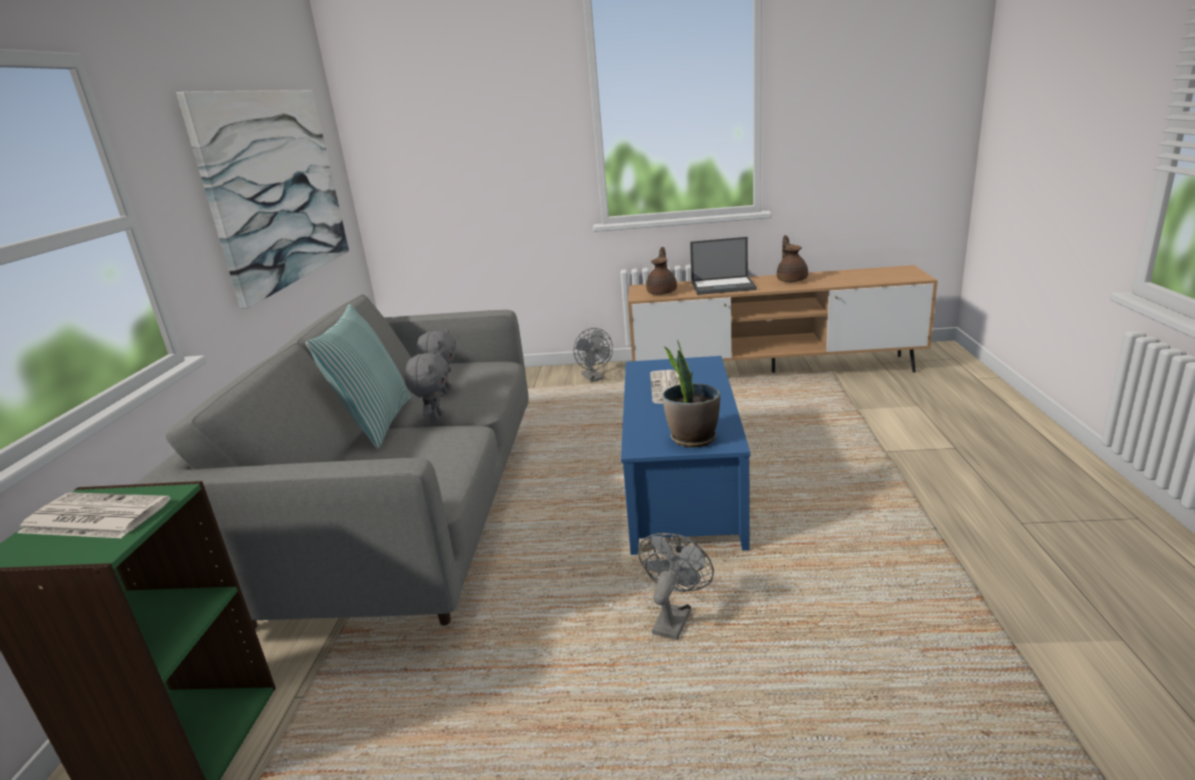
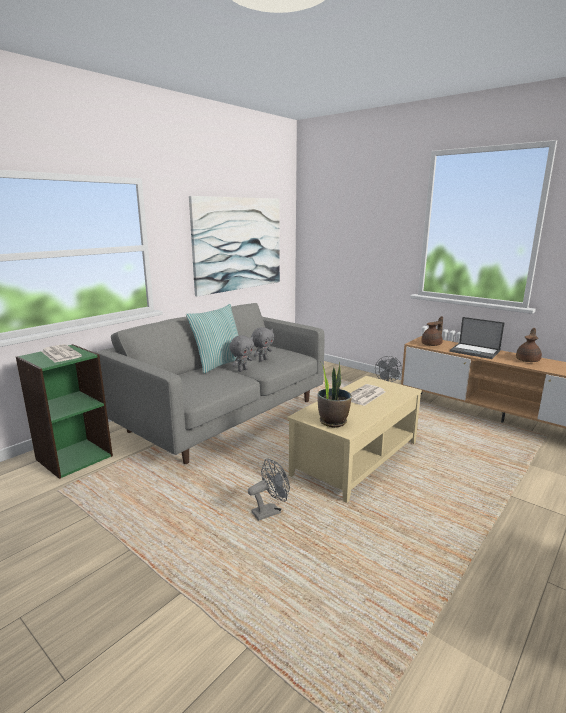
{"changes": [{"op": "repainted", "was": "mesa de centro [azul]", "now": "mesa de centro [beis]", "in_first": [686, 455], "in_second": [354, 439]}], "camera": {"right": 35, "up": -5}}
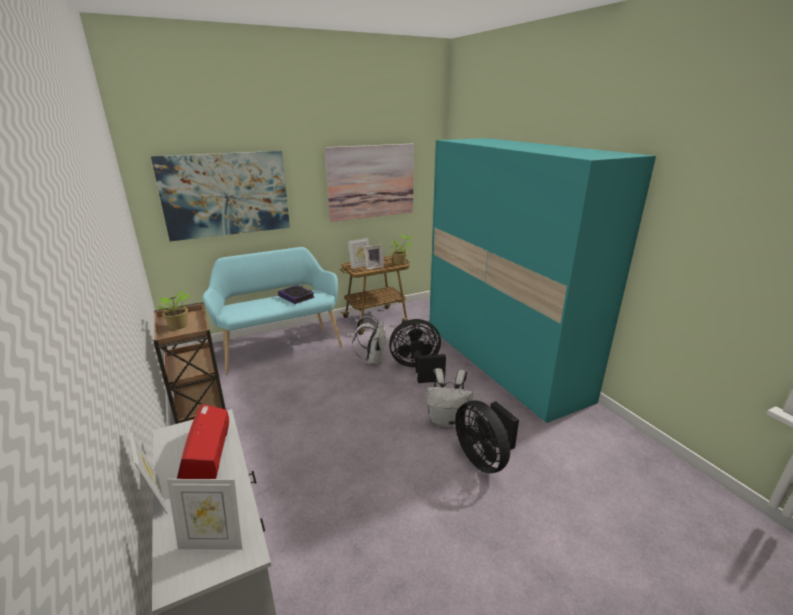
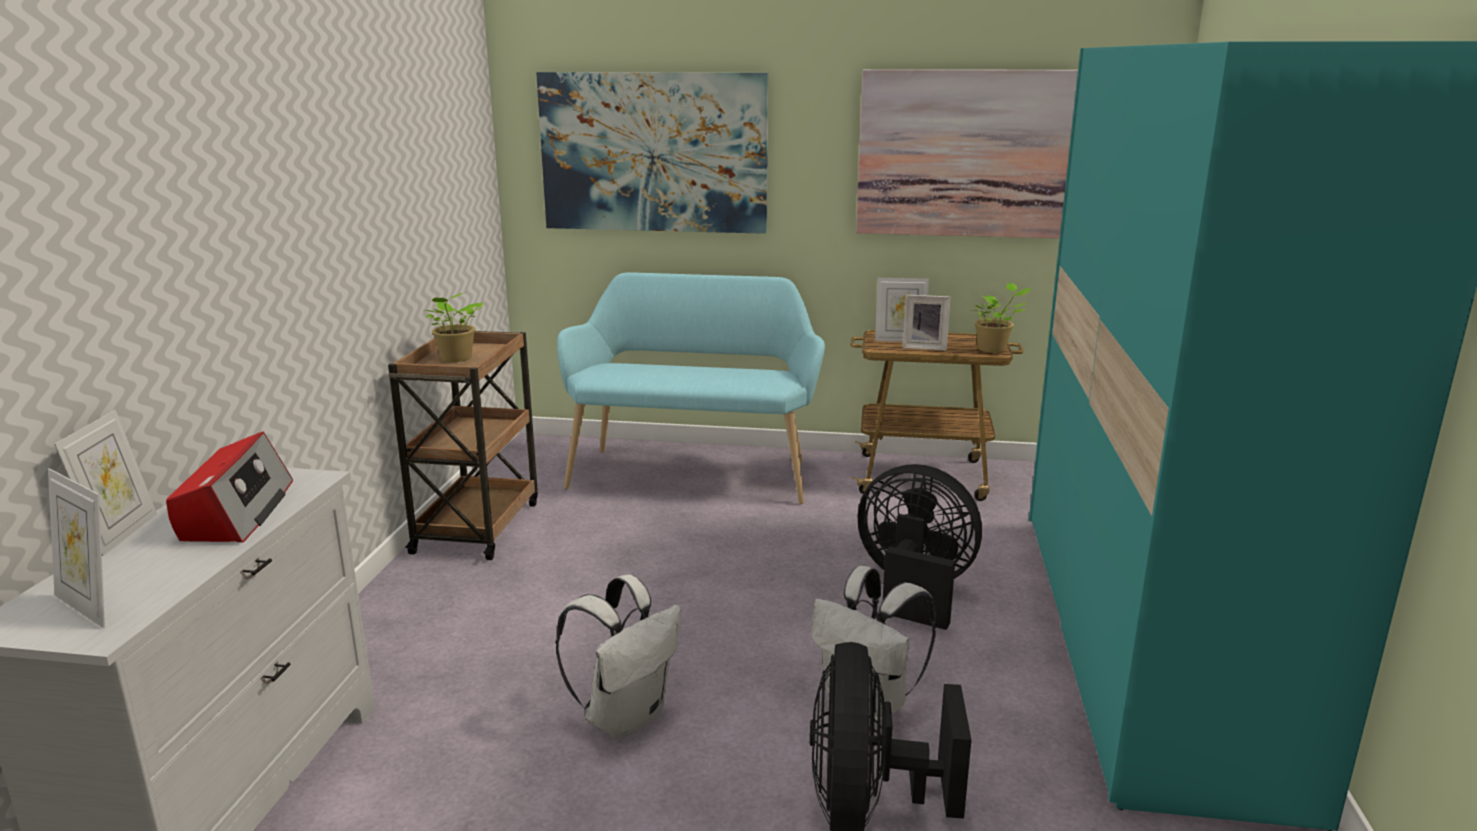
{"changes": [{"op": "rotated", "was": "radio", "in_first": [203, 441], "in_second": [229, 487], "clockwise": 150}, {"op": "shifted", "was": "mochila [blanco]", "in_first": [369, 340], "in_second": [618, 656]}, {"op": "gone", "was": "libro", "in_first": [296, 294]}], "camera": {"right": 35, "up": -5}}
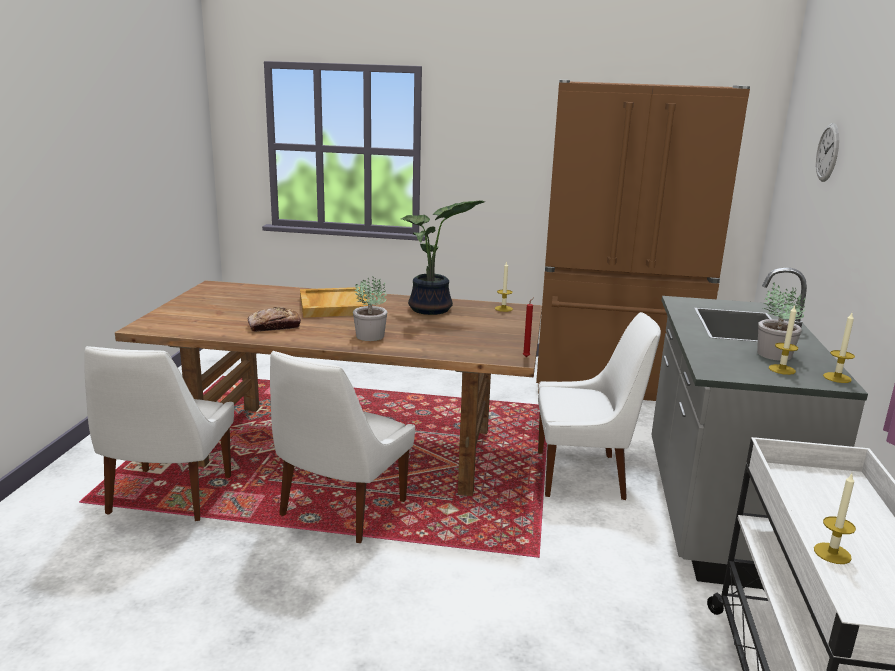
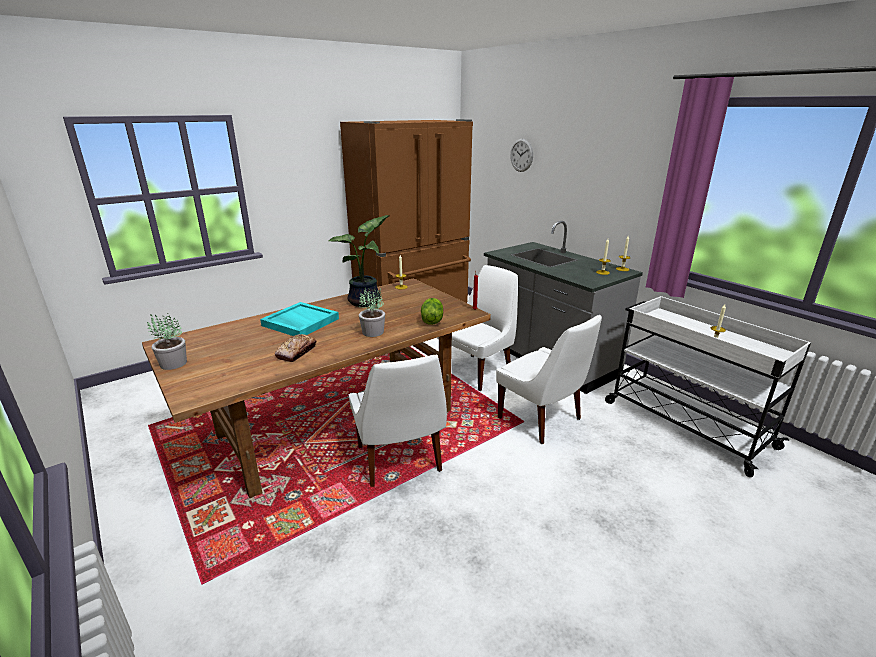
{"changes": [{"op": "shifted", "was": "planta en maceta", "in_first": [781, 322], "in_second": [167, 341]}, {"op": "repainted", "was": "bandeja [beis]", "now": "bandeja [turquesa]", "in_first": [334, 302], "in_second": [299, 319]}, {"op": "new", "now": "lechuga", "in_second": [432, 311]}, {"op": "shifted", "was": "silla [blanco]", "in_first": [159, 433], "in_second": [549, 379]}], "camera": {"right": -45, "up": 5}}
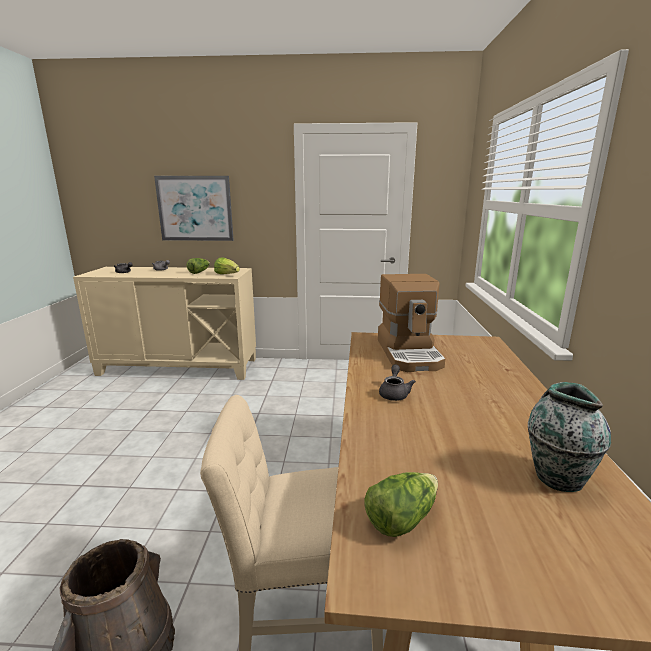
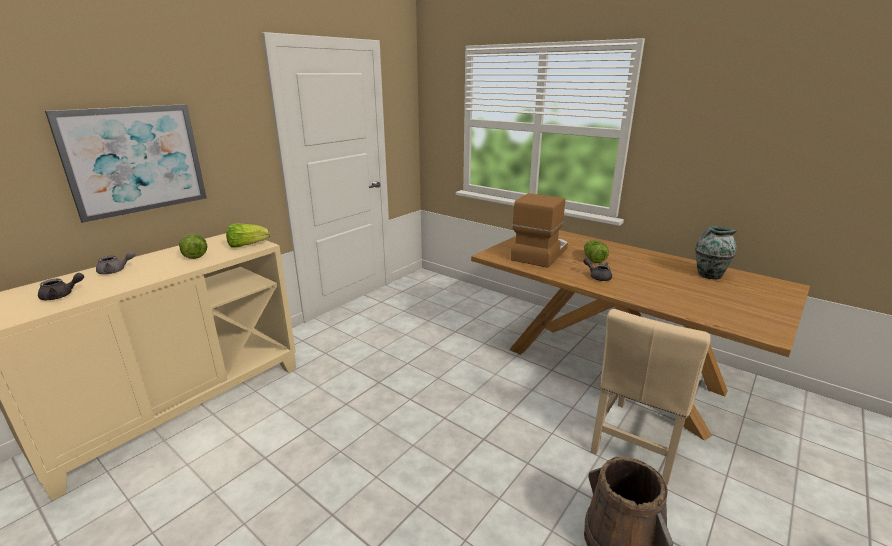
{"changes": [{"op": "rotated", "was": "cafetera", "in_first": [411, 323], "in_second": [539, 230], "clockwise": -90}, {"op": "shifted", "was": "lechuga", "in_first": [401, 504], "in_second": [596, 251]}], "camera": {"right": -55, "up": 5}}
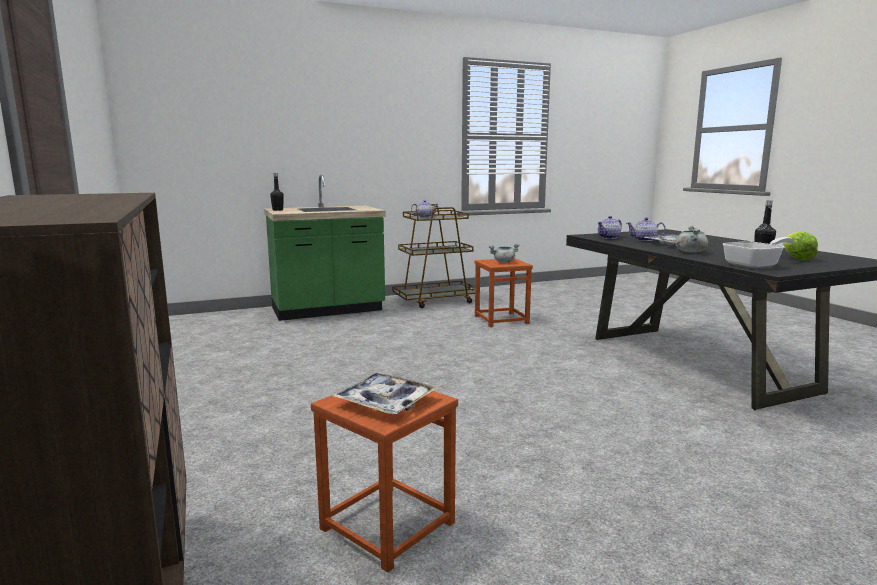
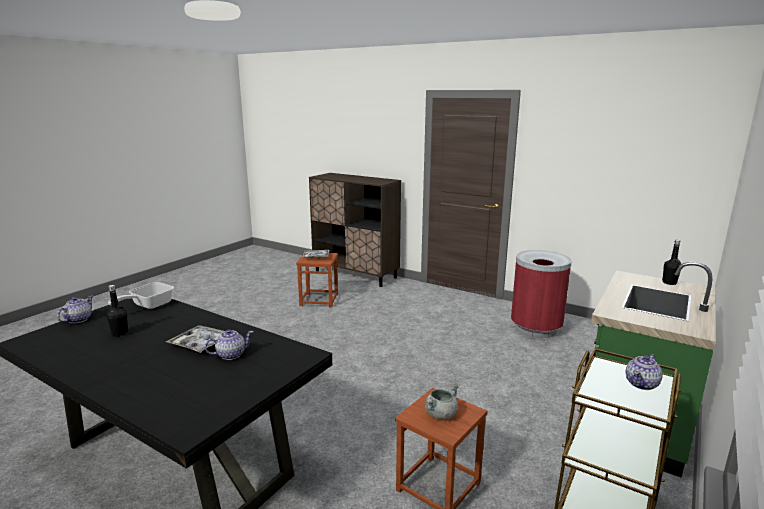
{"changes": [{"op": "shifted", "was": "tetera", "in_first": [609, 227], "in_second": [75, 309]}, {"op": "new", "now": "papelera [rojo]", "in_second": [541, 294]}, {"op": "gone", "was": "olla [gris]", "in_first": [691, 239]}, {"op": "gone", "was": "lechuga", "in_first": [800, 245]}], "camera": {"right": 145, "up": 5}}
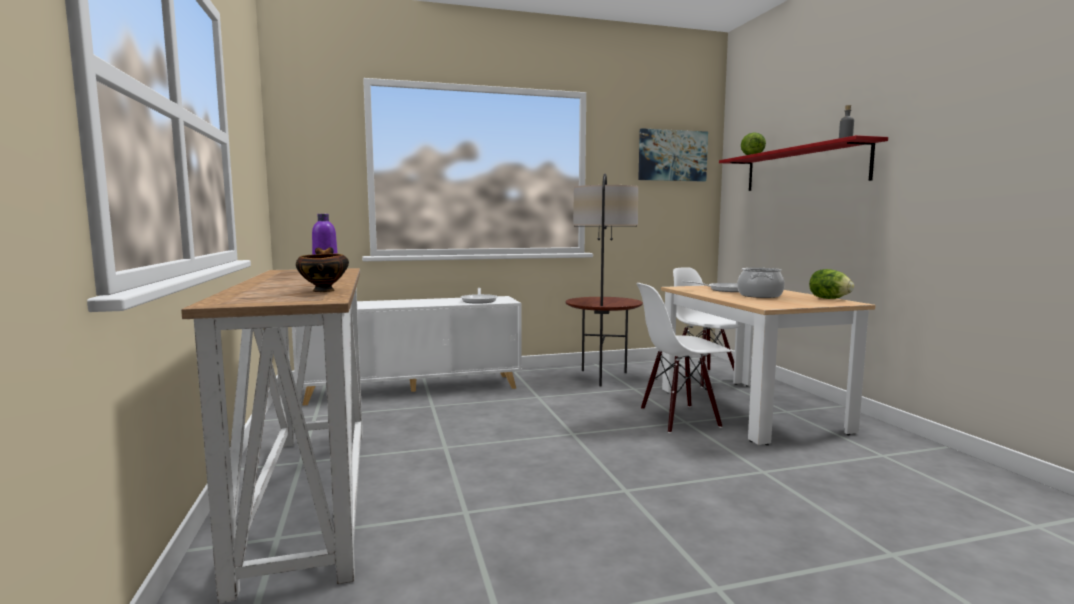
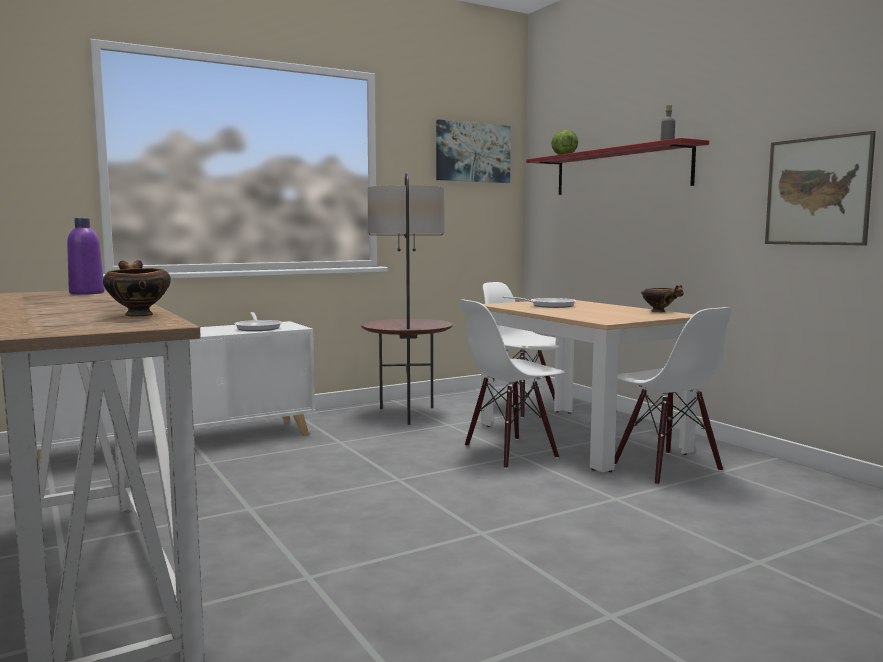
{"changes": [{"op": "new", "now": "silla [blanco]", "in_second": [673, 396]}, {"op": "swapped", "was": "lechuga", "now": "cuenco", "in_first": [831, 284], "in_second": [662, 298]}, {"op": "new", "now": "cuadro", "in_second": [820, 188]}, {"op": "gone", "was": "olla", "in_first": [761, 283]}], "camera": {"right": -15, "up": 0}}
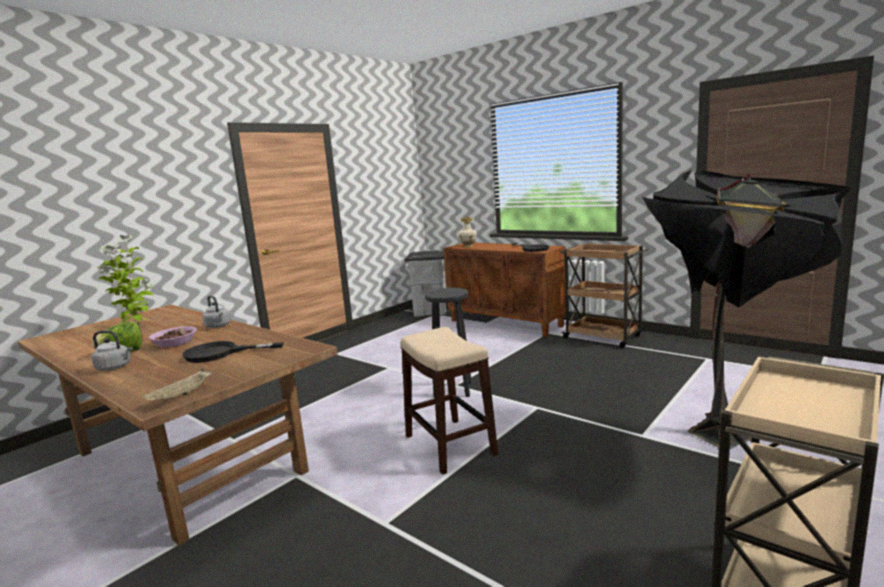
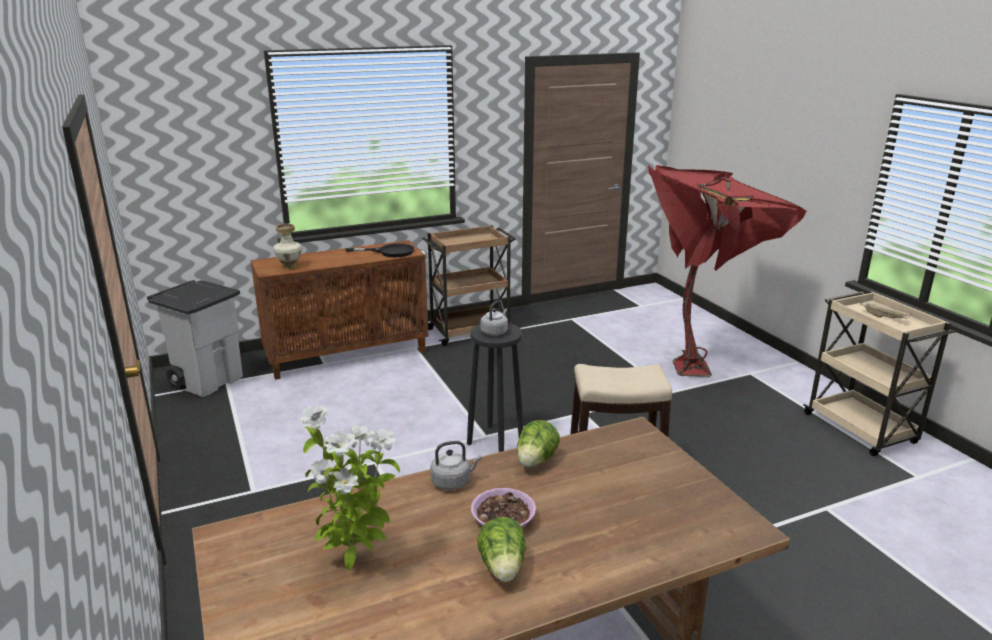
{"changes": [{"op": "shifted", "was": "hervidor [gris]", "in_first": [112, 351], "in_second": [494, 318]}, {"op": "new", "now": "lechuga", "in_second": [538, 443]}, {"op": "repainted", "was": "lámpara de pie [negro]", "now": "lámpara de pie [rojo]", "in_first": [747, 309], "in_second": [727, 270]}, {"op": "shifted", "was": "bandeja [beis]", "in_first": [177, 384], "in_second": [885, 309]}, {"op": "gone", "was": "sartén [negro]", "in_first": [233, 352]}], "camera": {"right": -65, "up": 10}}
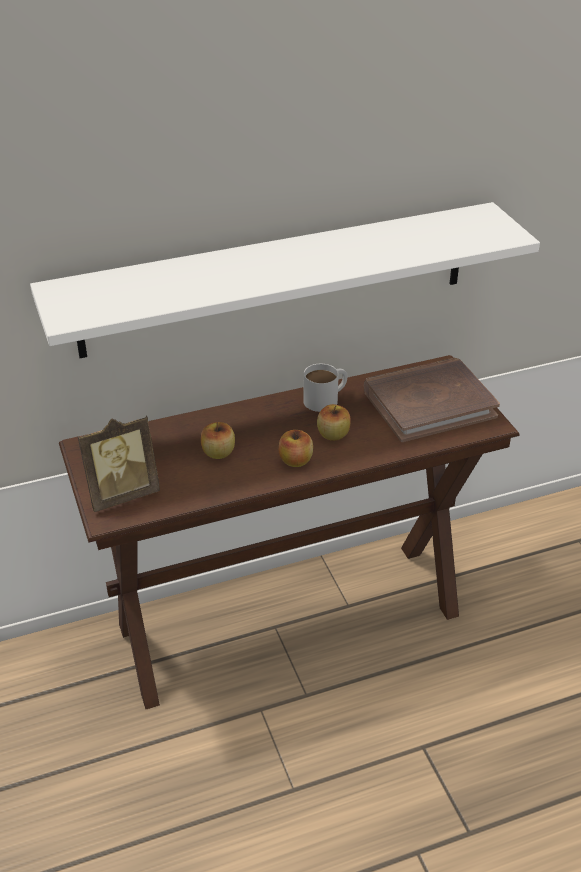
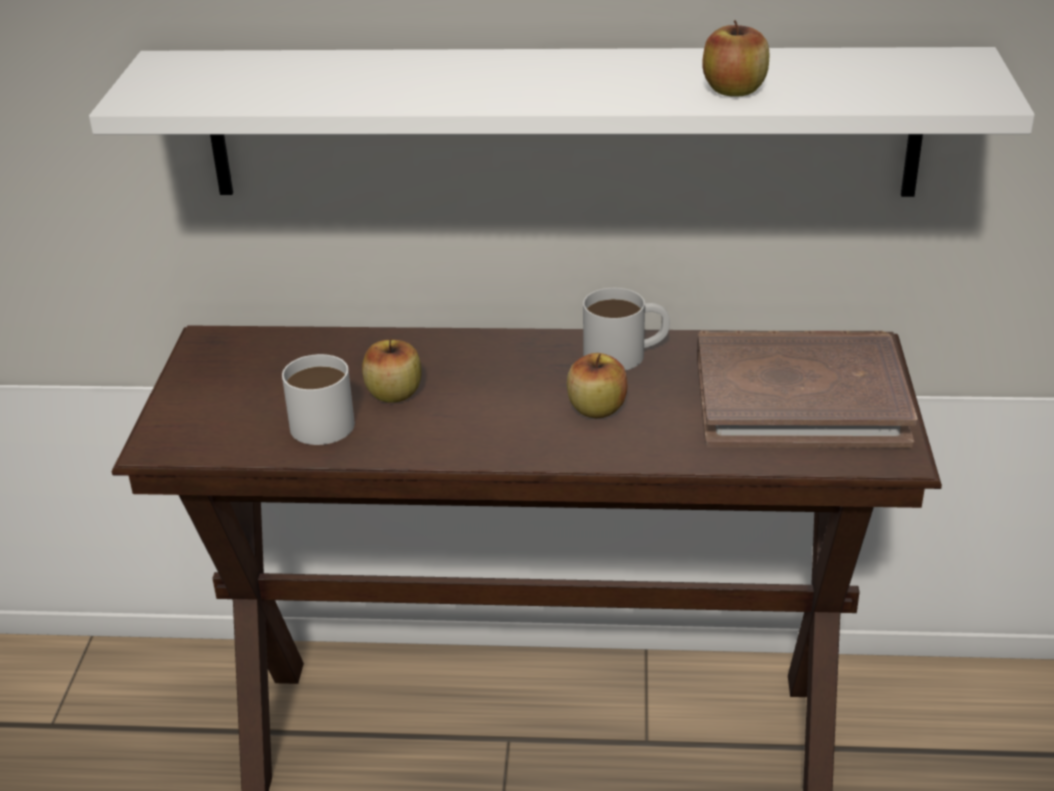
{"changes": [{"op": "new", "now": "taza grande [blanco]", "in_second": [318, 399]}, {"op": "shifted", "was": "manzana", "in_first": [296, 448], "in_second": [735, 58]}, {"op": "gone", "was": "portarretratos", "in_first": [119, 464]}], "camera": {"right": 25, "up": -5}}
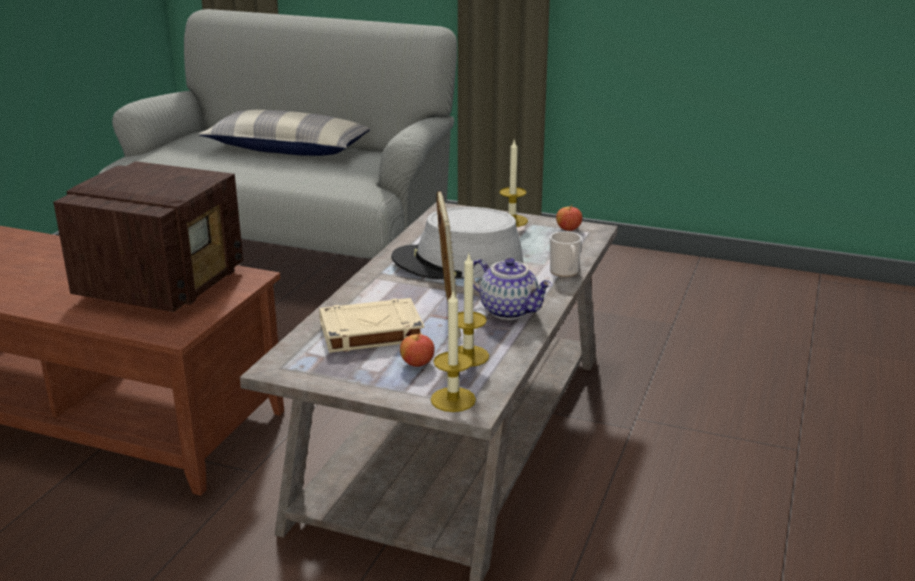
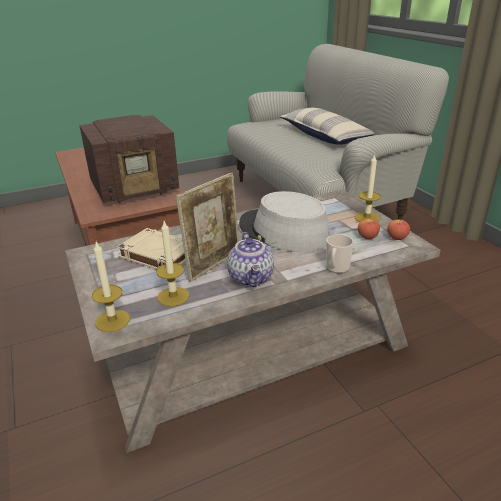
{"changes": [{"op": "shifted", "was": "manzana", "in_first": [417, 350], "in_second": [369, 229]}], "camera": {"right": 45, "up": 5}}
